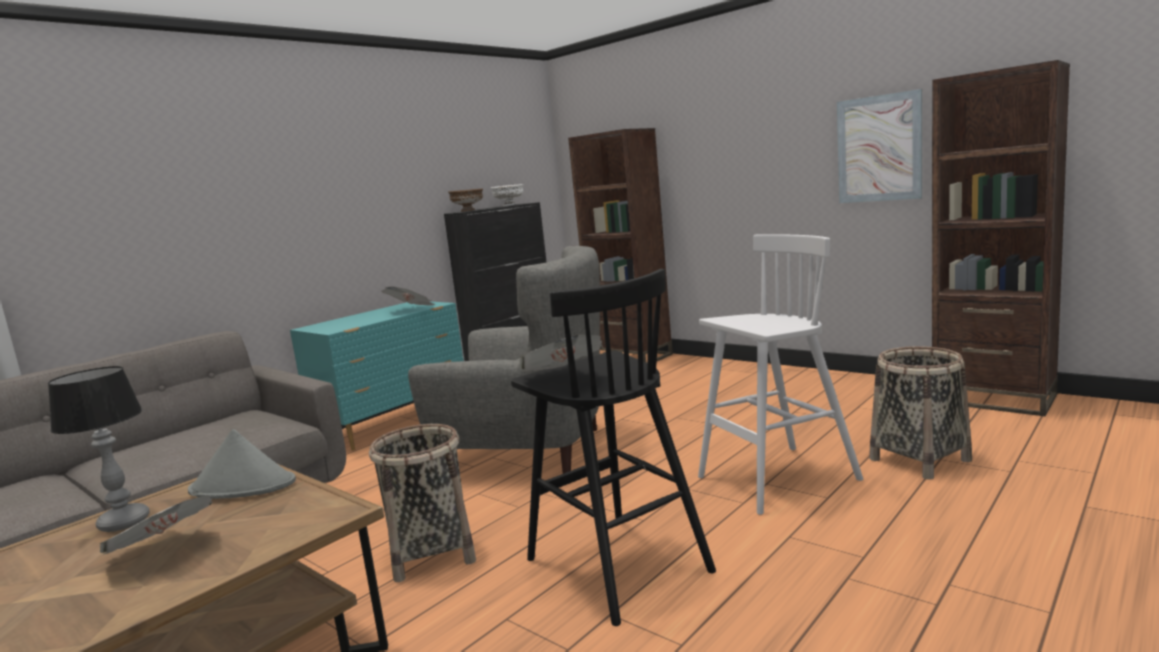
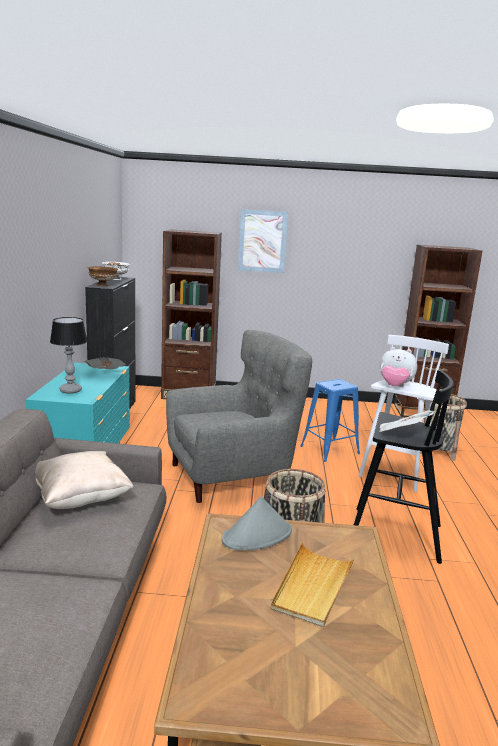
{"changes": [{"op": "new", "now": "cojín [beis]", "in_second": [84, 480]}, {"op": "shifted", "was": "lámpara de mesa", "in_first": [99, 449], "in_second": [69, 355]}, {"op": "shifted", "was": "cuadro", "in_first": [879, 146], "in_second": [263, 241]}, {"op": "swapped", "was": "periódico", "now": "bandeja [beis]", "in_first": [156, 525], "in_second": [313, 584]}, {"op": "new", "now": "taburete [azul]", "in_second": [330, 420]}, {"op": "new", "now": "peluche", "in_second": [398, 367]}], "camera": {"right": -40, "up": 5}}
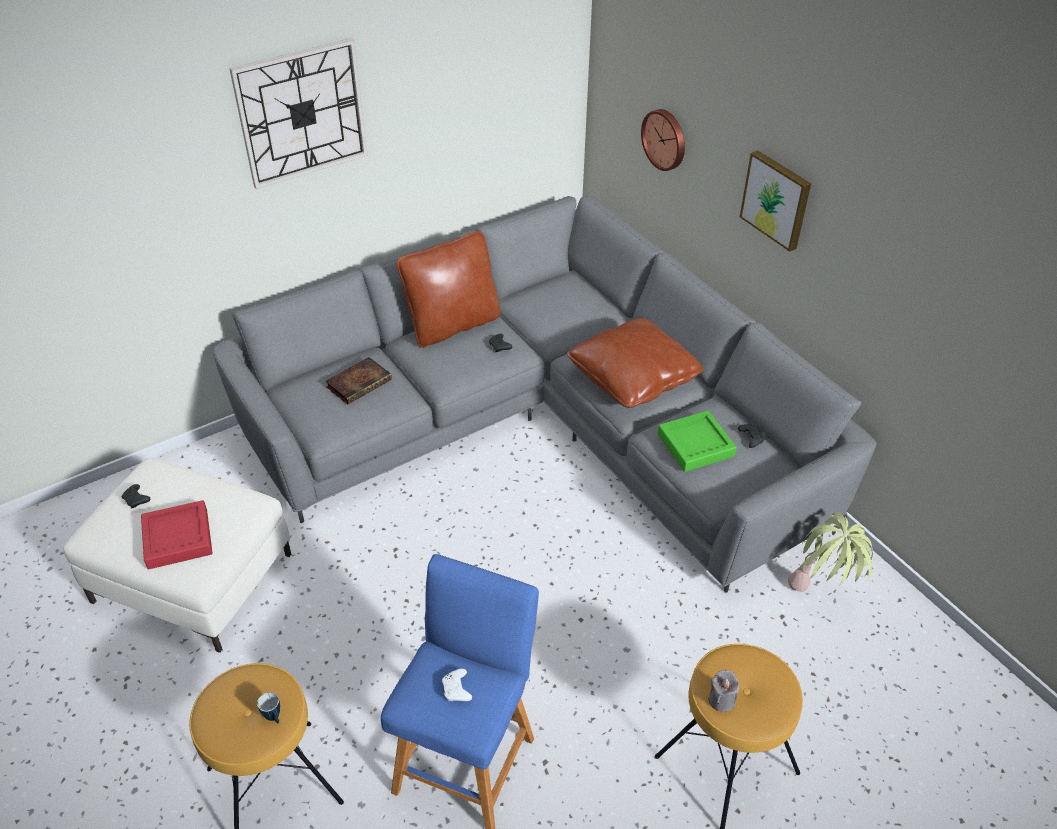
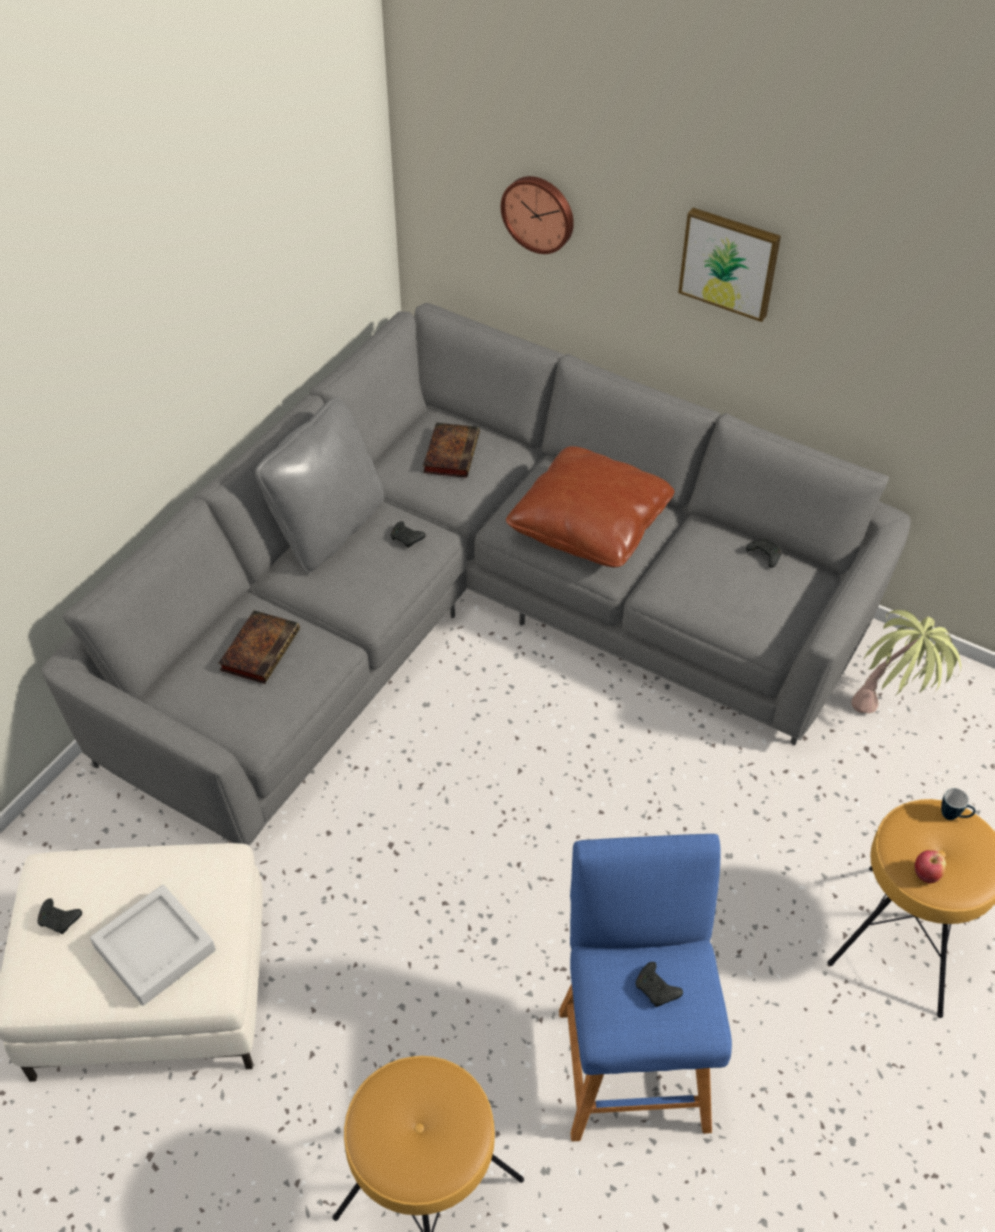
{"changes": [{"op": "repainted", "was": "bandeja [rojo]", "now": "bandeja [gris]", "in_first": [176, 534], "in_second": [153, 945]}, {"op": "repainted", "was": "cojín [marrón]", "now": "cojín [gris]", "in_first": [448, 289], "in_second": [319, 485]}, {"op": "new", "now": "libro", "in_second": [451, 450]}, {"op": "repainted", "was": "mando de consola [blanco]", "now": "mando de consola [negro]", "in_first": [457, 685], "in_second": [659, 984]}, {"op": "swapped", "was": "vela [gris]", "now": "manzana", "in_first": [724, 691], "in_second": [930, 866]}, {"op": "shifted", "was": "taza grande", "in_first": [268, 707], "in_second": [958, 804]}, {"op": "gone", "was": "reloj de pared", "in_first": [298, 113]}, {"op": "gone", "was": "bandeja [verde]", "in_first": [697, 441]}], "camera": {"right": -25, "up": 5}}
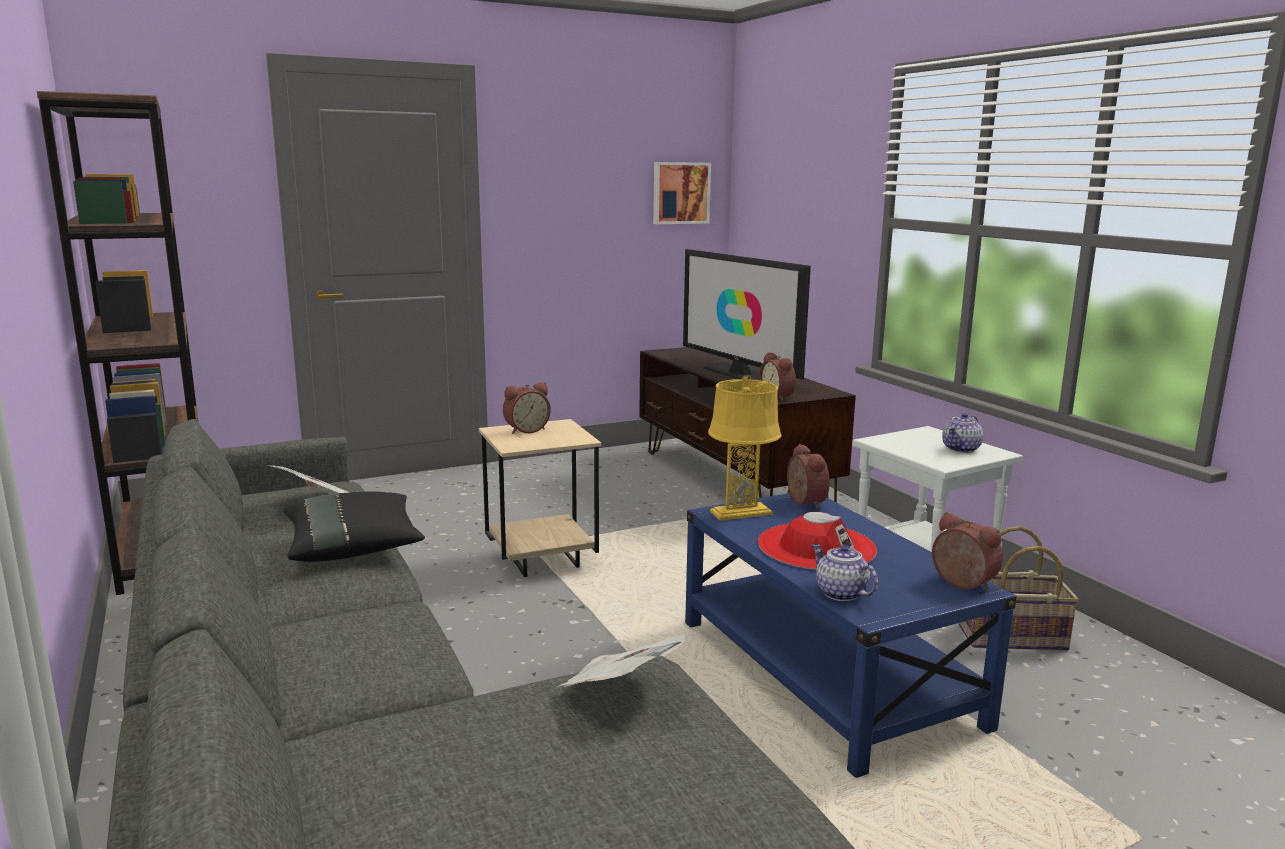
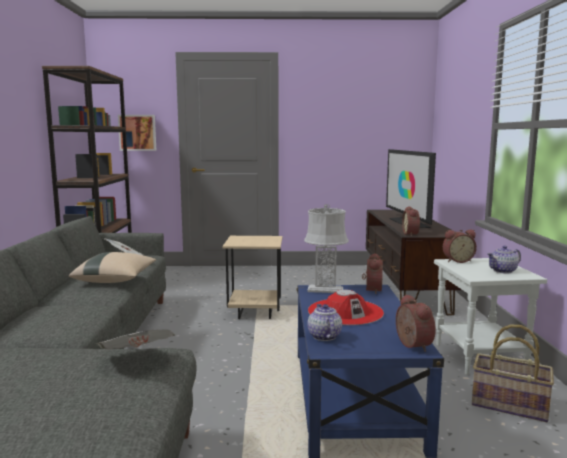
{"changes": [{"op": "repainted", "was": "cojín [negro]", "now": "cojín [beis]", "in_first": [354, 526], "in_second": [112, 267]}, {"op": "shifted", "was": "cuadro", "in_first": [682, 193], "in_second": [137, 133]}, {"op": "repainted", "was": "lámpara de mesa [amarillo]", "now": "lámpara de mesa [gris]", "in_first": [745, 448], "in_second": [326, 248]}, {"op": "shifted", "was": "despertador", "in_first": [527, 408], "in_second": [460, 246]}], "camera": {"right": 25, "up": -5}}
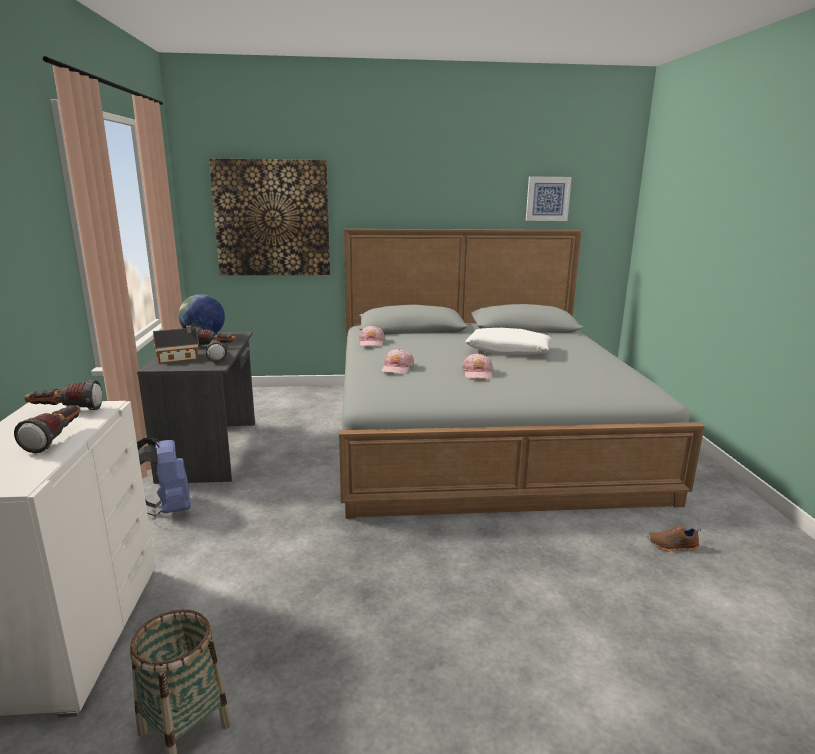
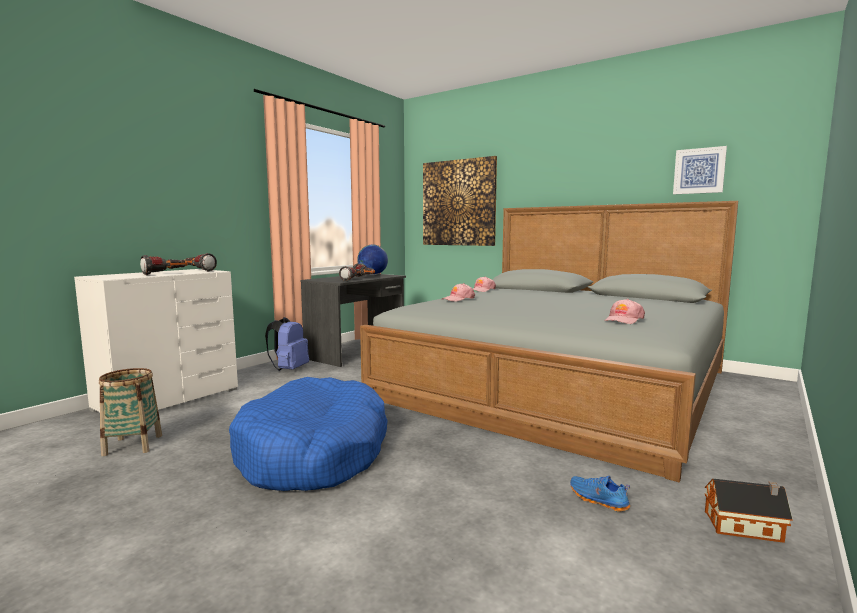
{"changes": [{"op": "new", "now": "cama para perro [azul]", "in_second": [308, 434]}, {"op": "repainted", "was": "zapato [marrón]", "now": "zapato [azul]", "in_first": [674, 538], "in_second": [600, 494]}, {"op": "shifted", "was": "gorra [rosa]", "in_first": [477, 366], "in_second": [624, 311]}, {"op": "shifted", "was": "casita", "in_first": [176, 344], "in_second": [749, 511]}, {"op": "gone", "was": "cojín [blanco]", "in_first": [508, 341]}], "camera": {"right": 40, "up": -10}}
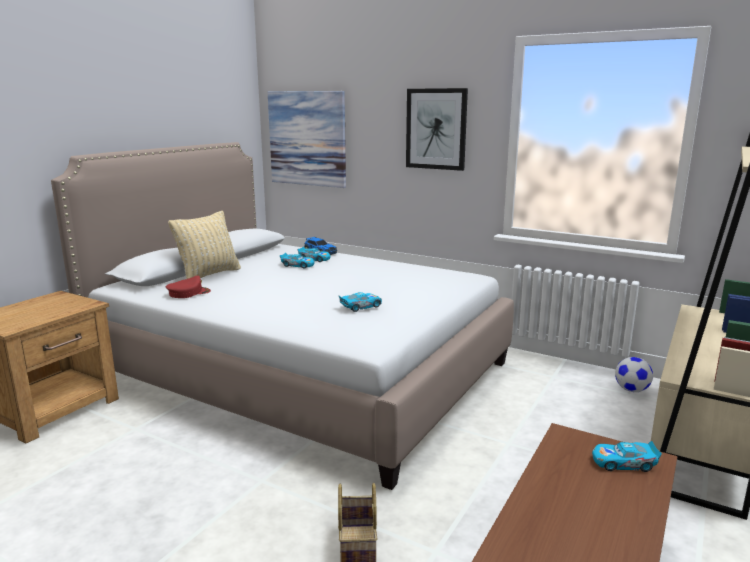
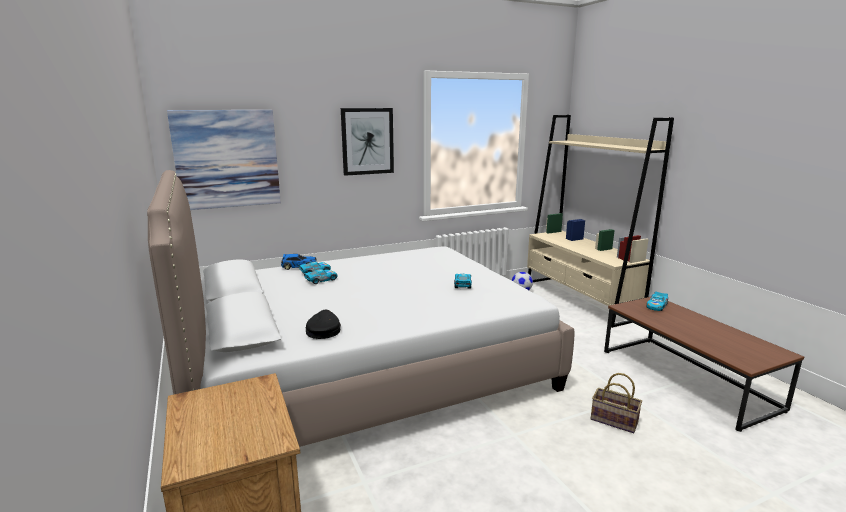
{"changes": [{"op": "repainted", "was": "gorra [rojo]", "now": "gorra [negro]", "in_first": [188, 287], "in_second": [323, 324]}, {"op": "gone", "was": "cojín [beis]", "in_first": [204, 245]}], "camera": {"right": -55, "up": 0}}
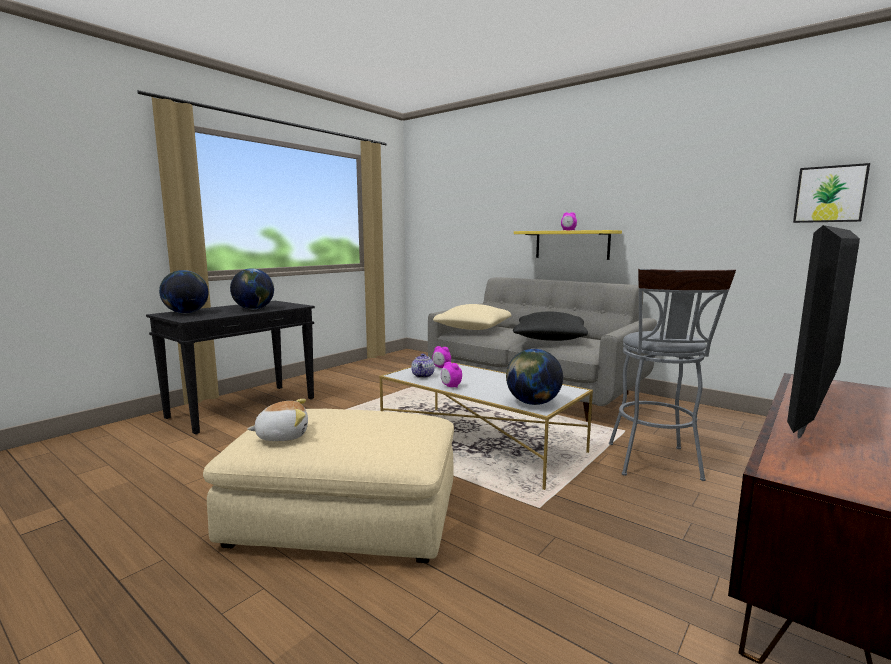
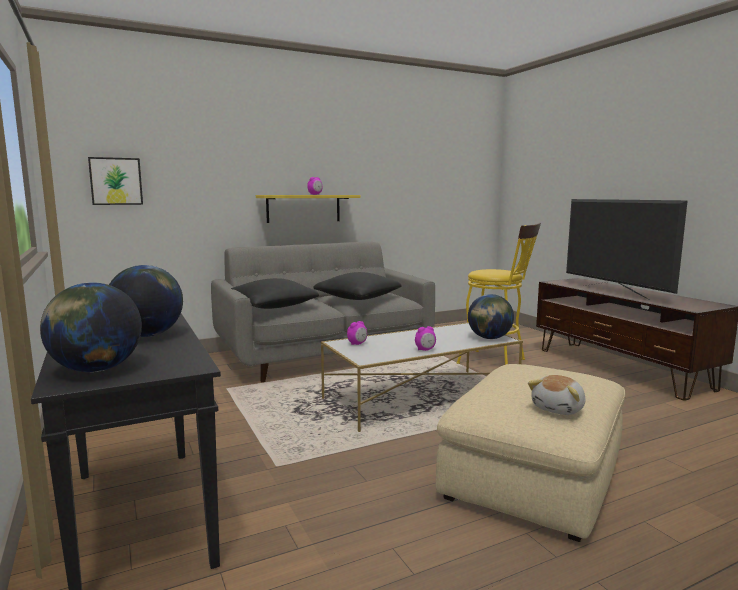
{"changes": [{"op": "shifted", "was": "cuadro", "in_first": [831, 193], "in_second": [115, 181]}, {"op": "repainted", "was": "cojín [beis]", "now": "cojín [negro]", "in_first": [472, 317], "in_second": [275, 293]}, {"op": "repainted", "was": "taburete [gris]", "now": "taburete [amarillo]", "in_first": [672, 375], "in_second": [499, 294]}, {"op": "rotated", "was": "peluche", "in_first": [277, 420], "in_second": [557, 395], "clockwise": -150}, {"op": "gone", "was": "tetera", "in_first": [423, 366]}], "camera": {"right": -65, "up": 0}}
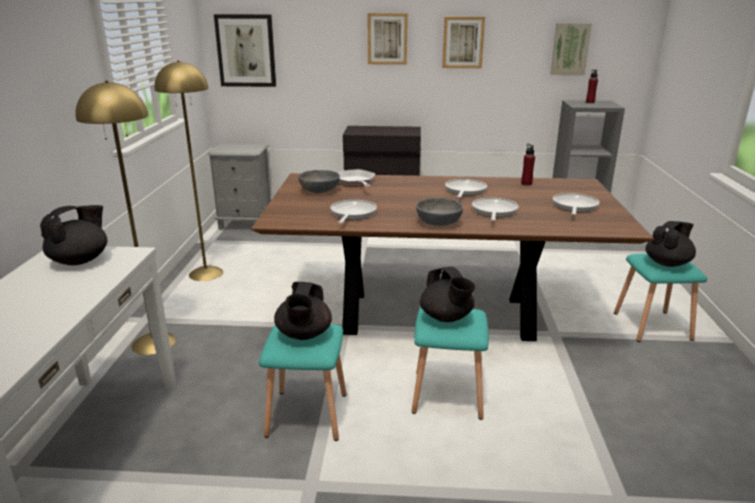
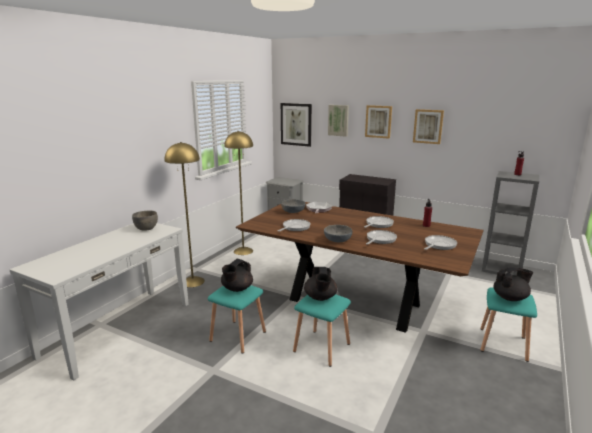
{"changes": [{"op": "swapped", "was": "tetera [negro]", "now": "cuenco [gris]", "in_first": [73, 235], "in_second": [145, 221]}, {"op": "shifted", "was": "cuadro", "in_first": [571, 49], "in_second": [338, 121]}], "camera": {"right": 25, "up": -5}}
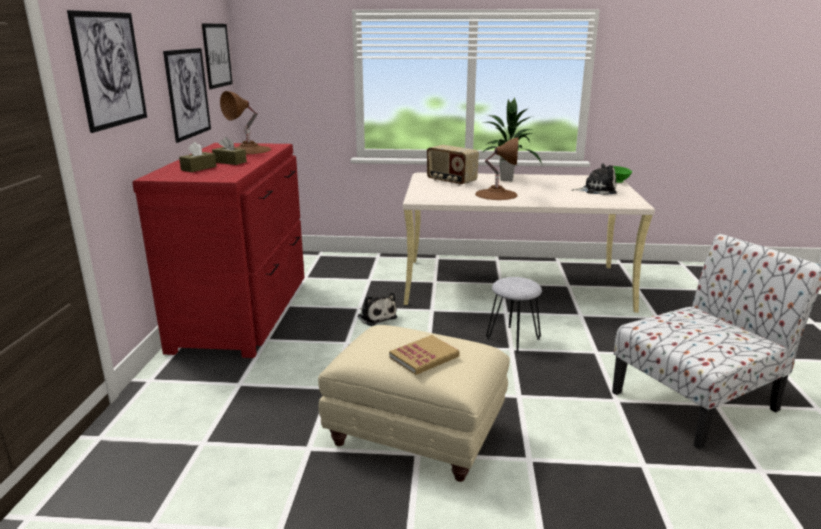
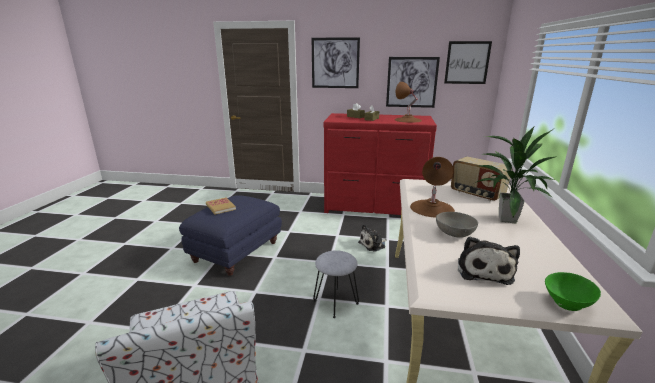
{"changes": [{"op": "repainted", "was": "puf [beis]", "now": "puf [azul]", "in_first": [414, 403], "in_second": [230, 235]}, {"op": "new", "now": "cuenco [gris]", "in_second": [457, 225]}, {"op": "rotated", "was": "radio", "in_first": [453, 165], "in_second": [481, 179], "clockwise": -90}], "camera": {"right": 95, "up": 0}}
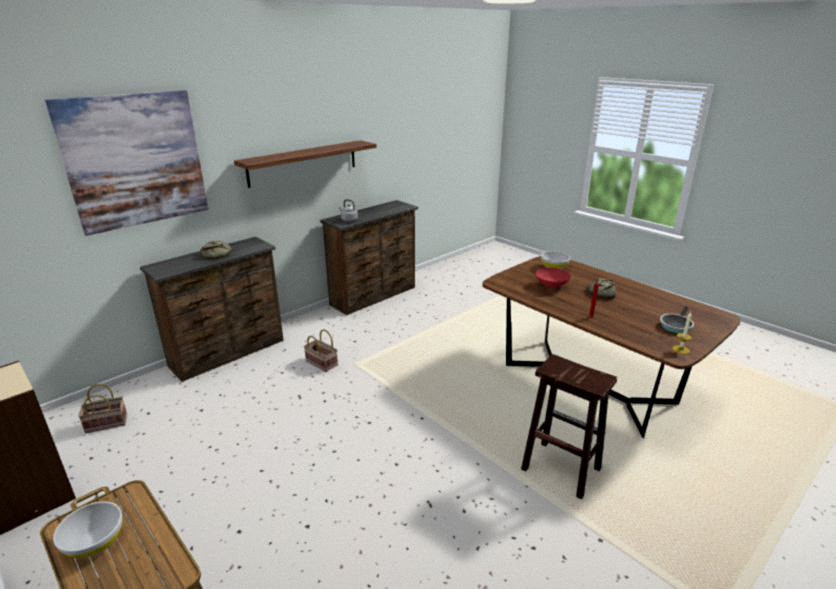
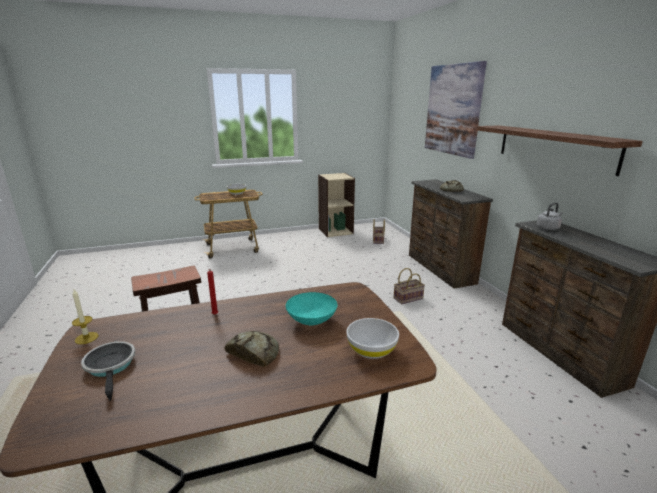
{"changes": [{"op": "repainted", "was": "cuenco [rojo]", "now": "cuenco [turquesa]", "in_first": [553, 278], "in_second": [311, 309]}], "camera": {"right": 115, "up": -5}}
